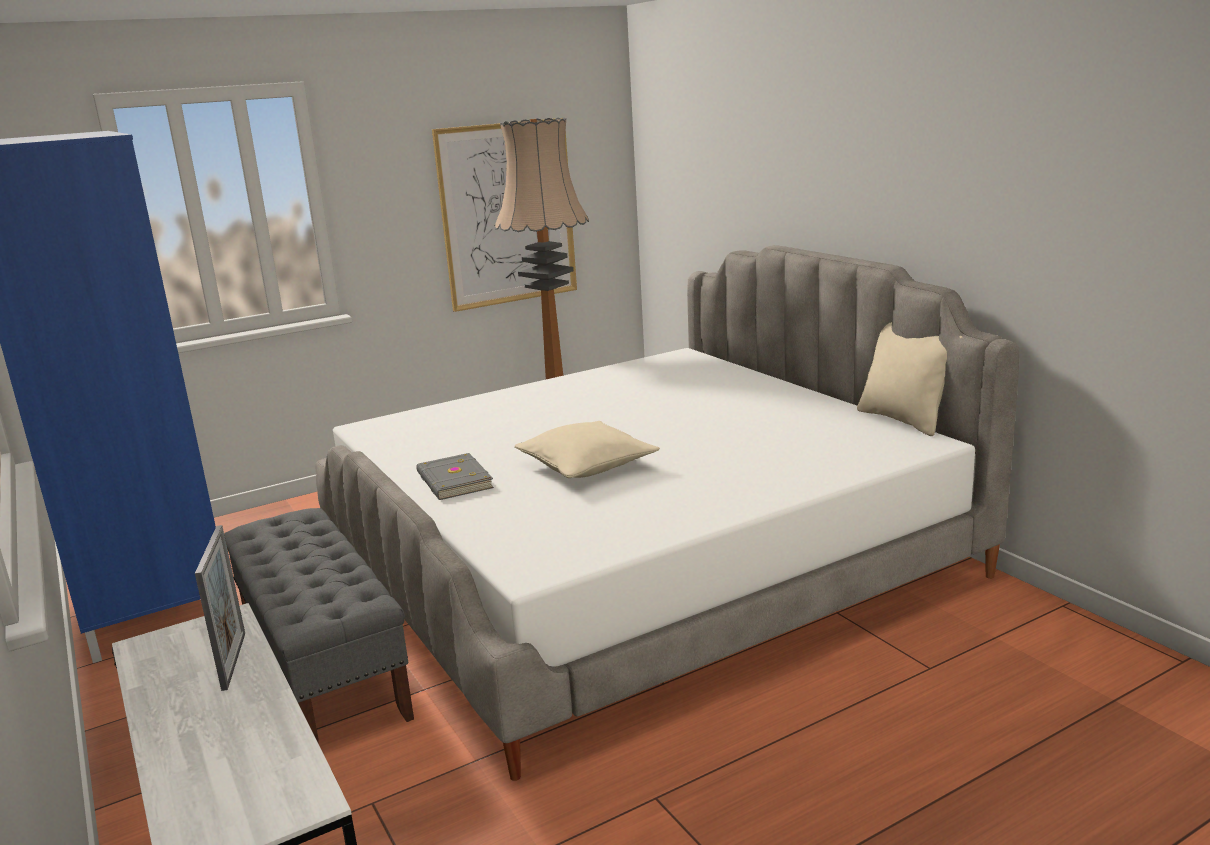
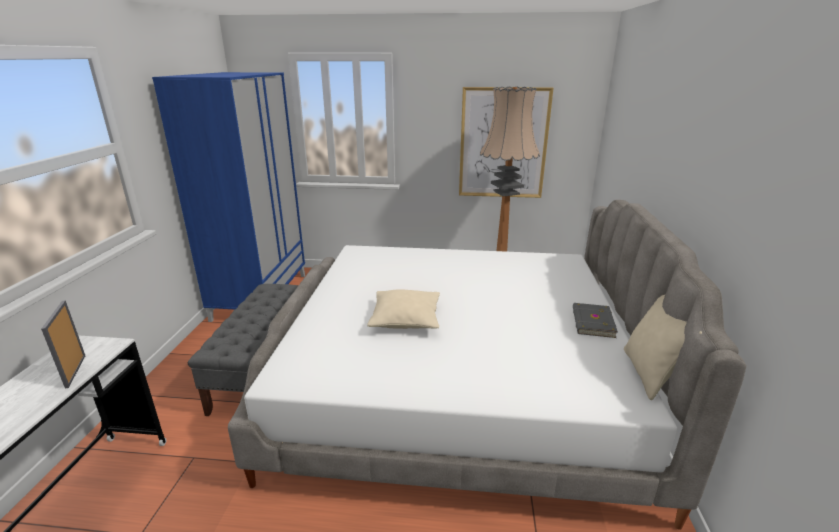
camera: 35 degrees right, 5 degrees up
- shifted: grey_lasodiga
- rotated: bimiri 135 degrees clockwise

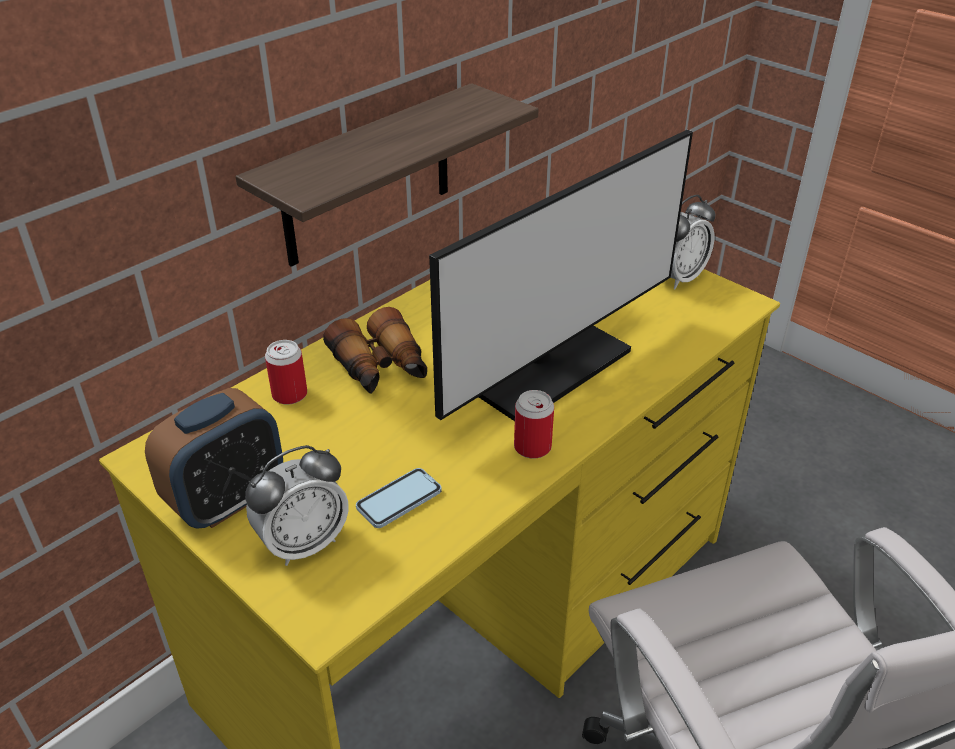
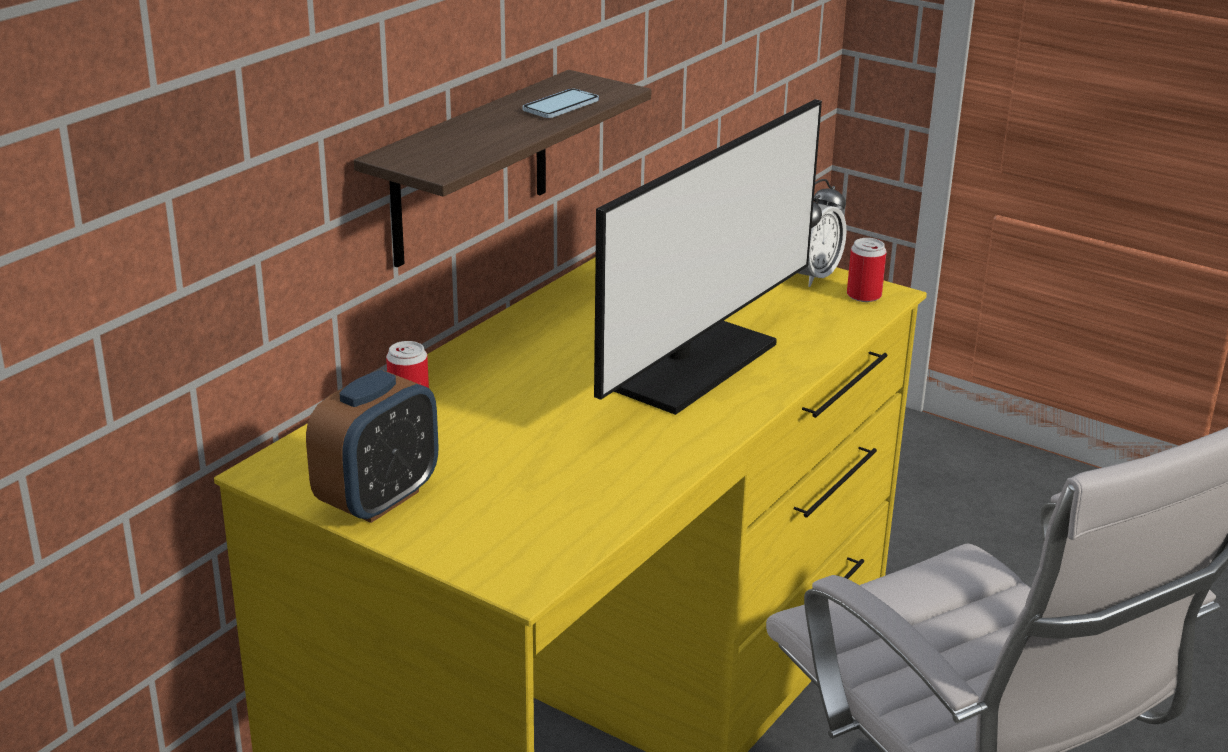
camera: 10 degrees left, 10 degrees down
- gone: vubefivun
- shifted: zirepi (no. 2 from left)
- gone: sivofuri (no. 2 from left)
- shifted: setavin

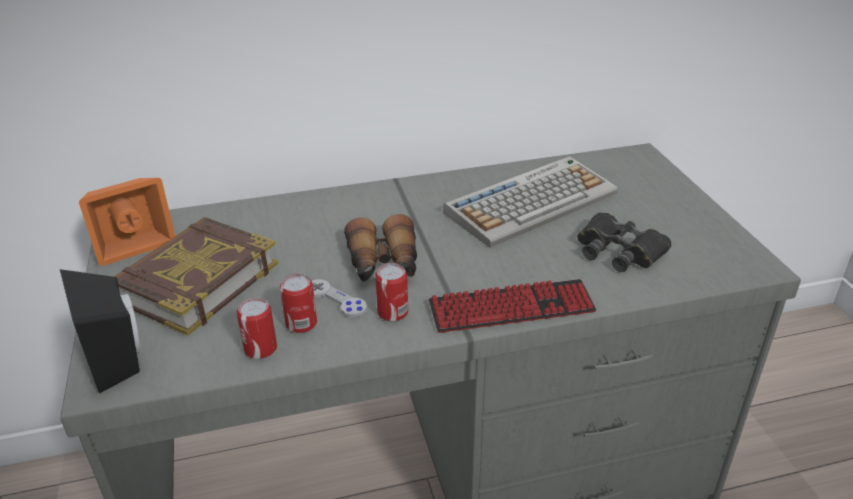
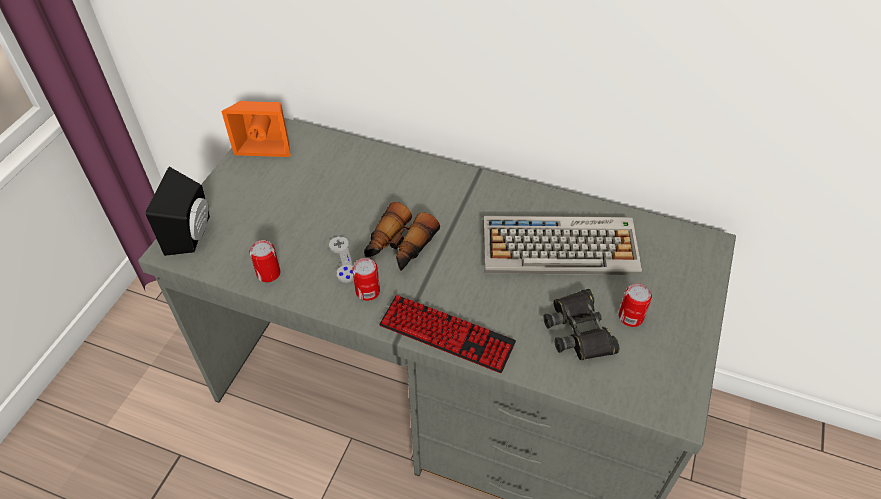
camera: 35 degrees right, 15 degrees up
- gone: lasodiga
- shifted: zirepi (no. 2 from left in the first image) to zirepi (no. 3 from left)

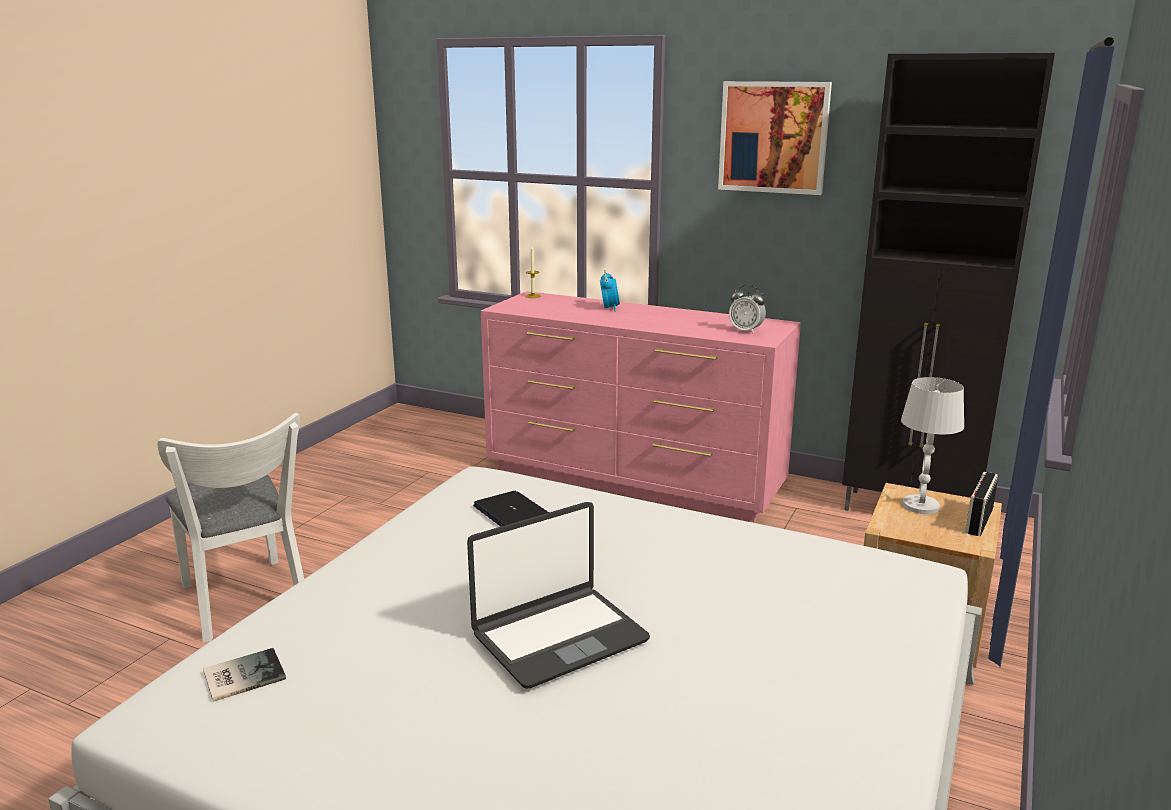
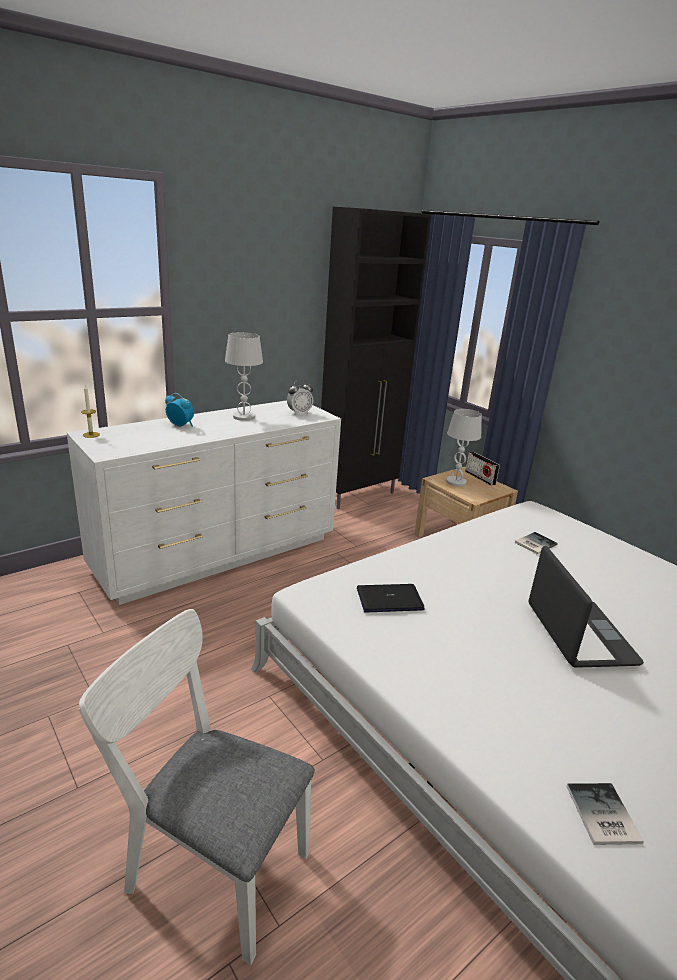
camera: 65 degrees left, 5 degrees up
- gone: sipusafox
- repainted: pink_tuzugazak to white_tuzugazak
- rotated: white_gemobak 150 degrees counterclockwise
- new: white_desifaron (no. 1 from left)
- new: lasodiga (no. 1 from left)

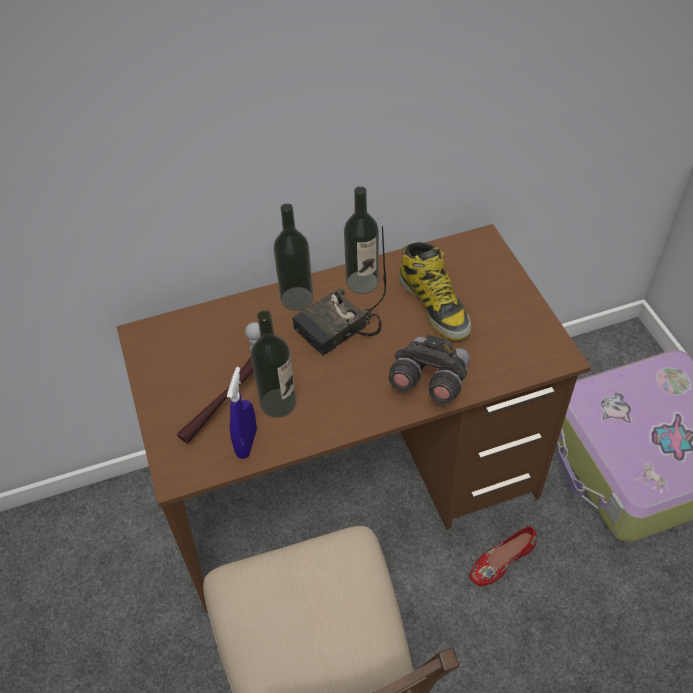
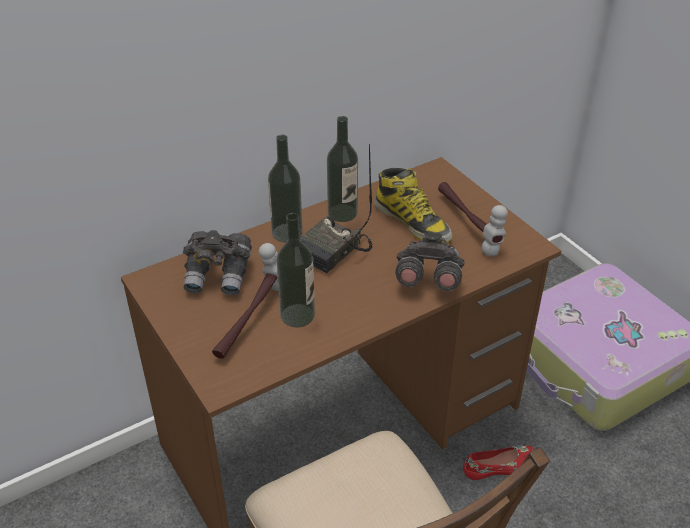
camera: 15 degrees left, 10 degrees down
- gone: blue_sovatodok
- rotated: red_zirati 150 degrees counterclockwise
- new: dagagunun (no. 2 from left)
- new: grey_vubefivun (no. 1 from left)

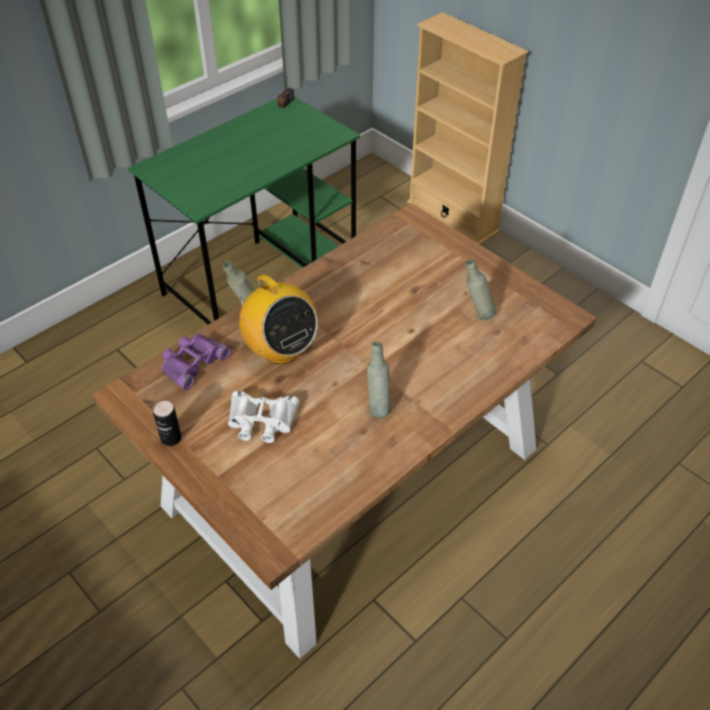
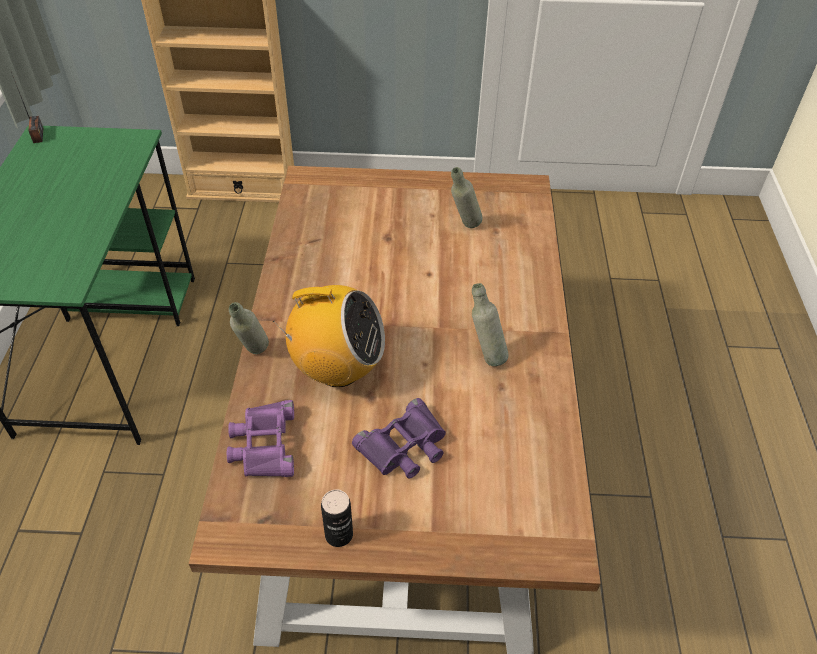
camera: 45 degrees left, 0 degrees up
- repainted: white_vubefivun to purple_vubefivun (no. 2 from left)

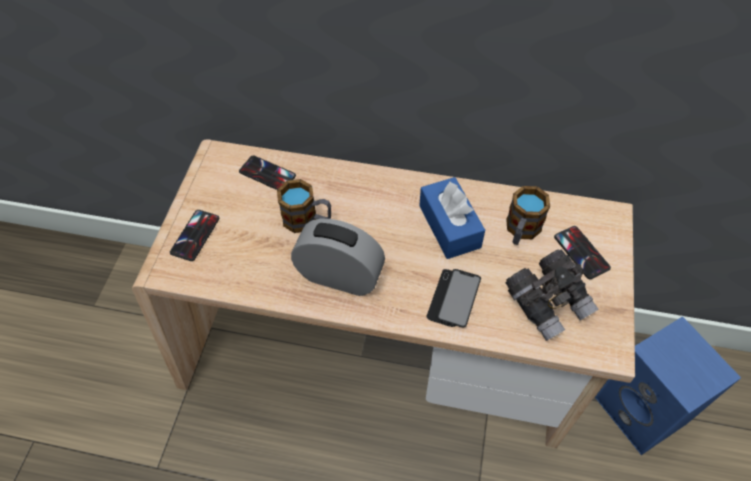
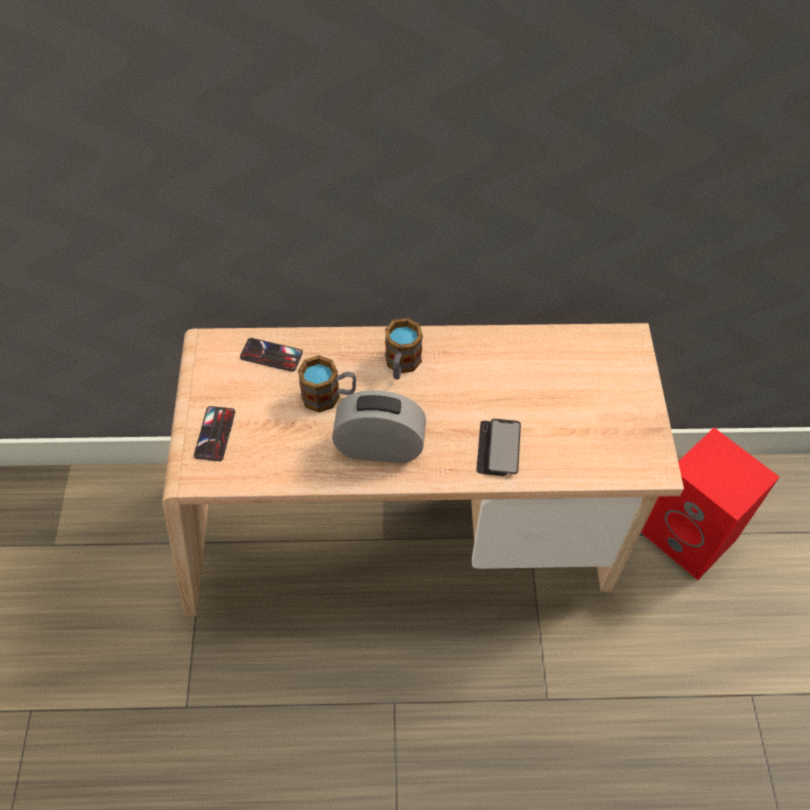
camera: 15 degrees left, 0 degrees up
- gone: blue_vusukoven
- shifted: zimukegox (no. 2 from left)
- gone: setavin (no. 4 from left)
- gone: grey_vubefivun
- repainted: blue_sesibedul to red_sesibedul

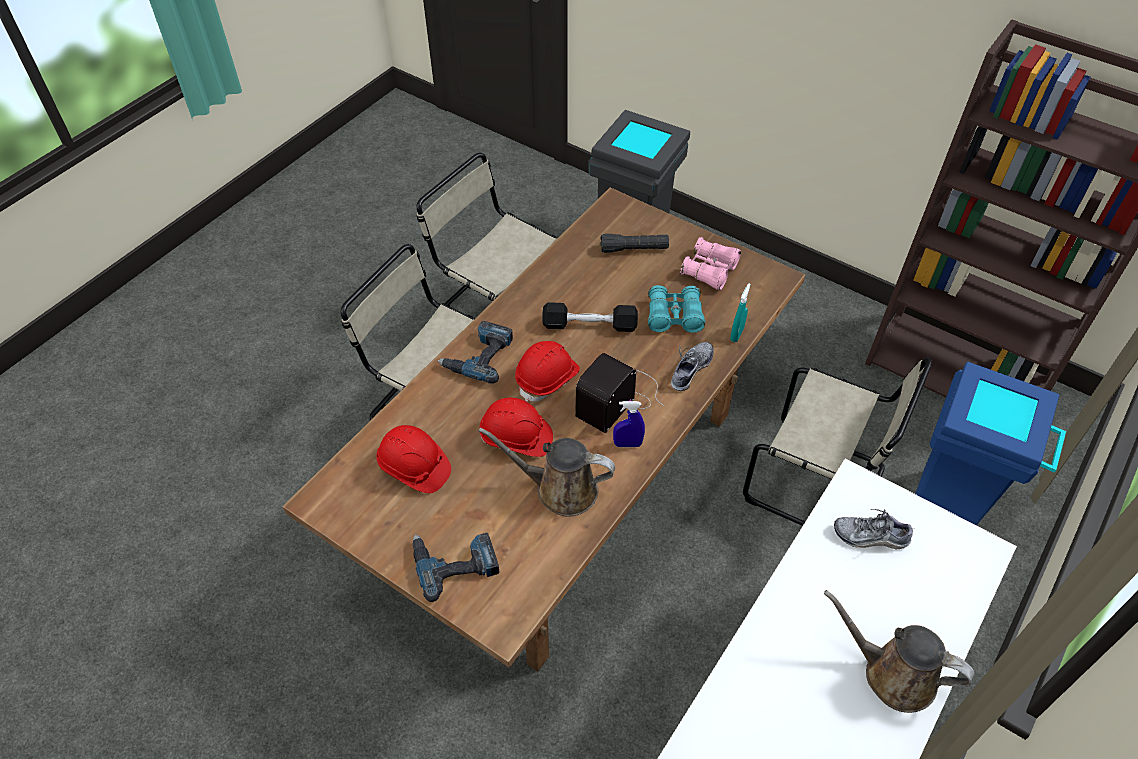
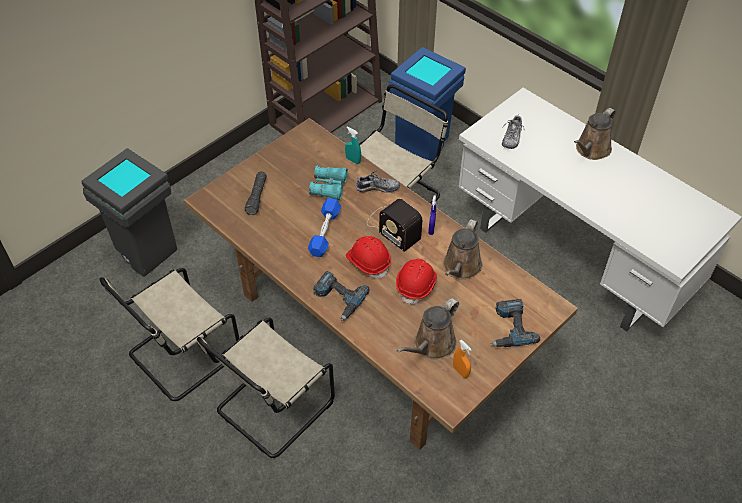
camera: 80 degrees left, 0 degrees up
- gone: pink_vubefivun
- repainted: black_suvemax to blue_suvemax
- rotated: zirati (no. 1 from left) 135 degrees clockwise
- swapped: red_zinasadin (no. 1 from left) to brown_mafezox (no. 1 from left)
- new: orange_sovatodok

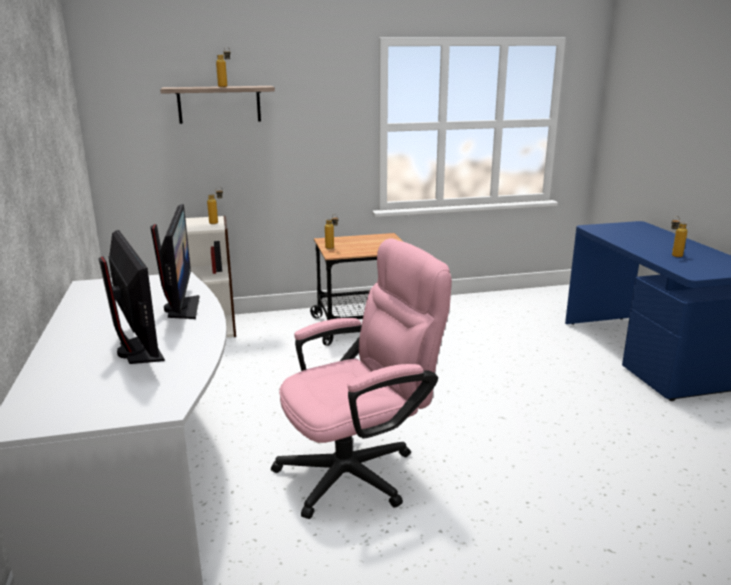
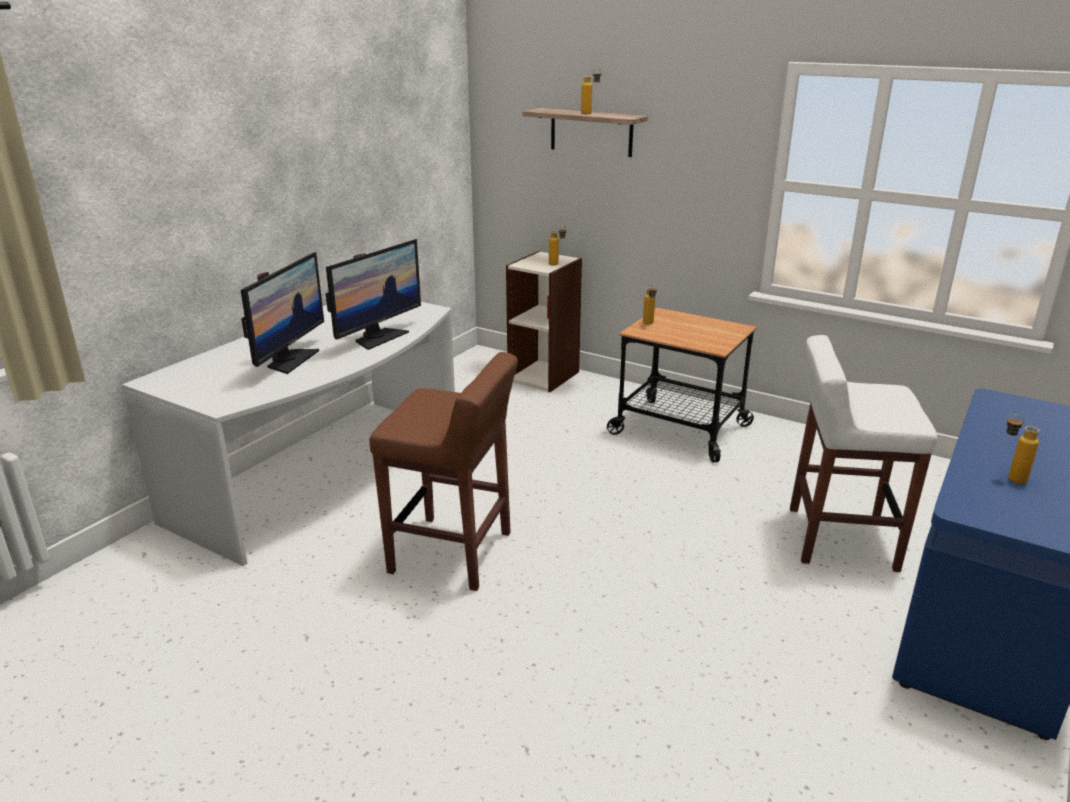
camera: 45 degrees right, 5 degrees up
- swapped: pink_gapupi to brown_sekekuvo
- new: white_sekekuvo

